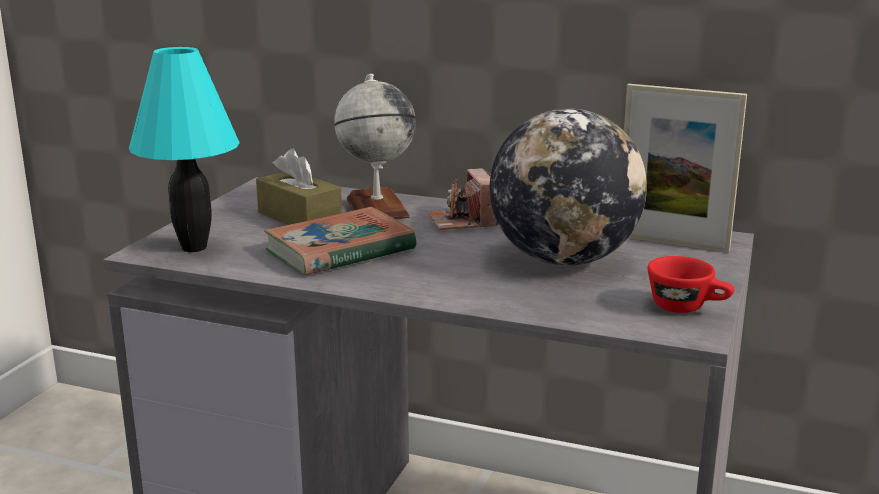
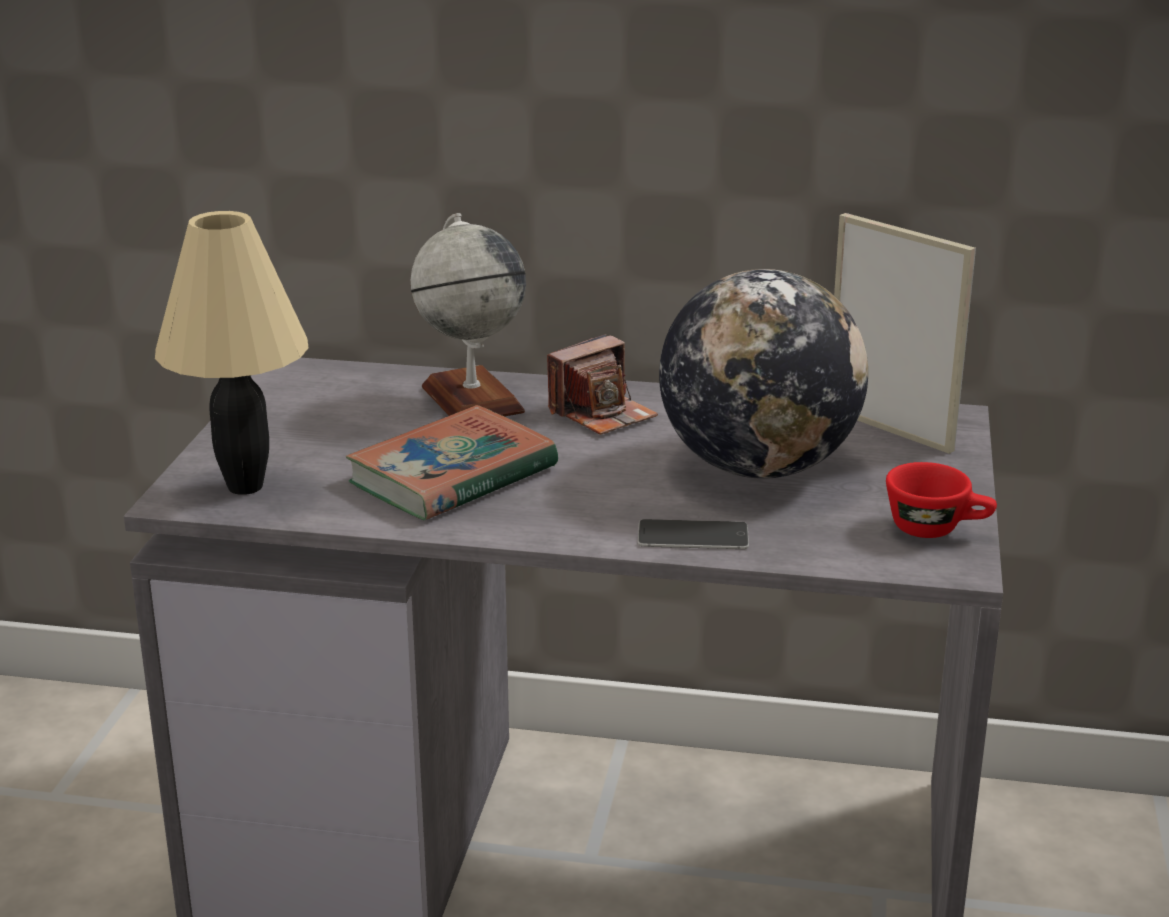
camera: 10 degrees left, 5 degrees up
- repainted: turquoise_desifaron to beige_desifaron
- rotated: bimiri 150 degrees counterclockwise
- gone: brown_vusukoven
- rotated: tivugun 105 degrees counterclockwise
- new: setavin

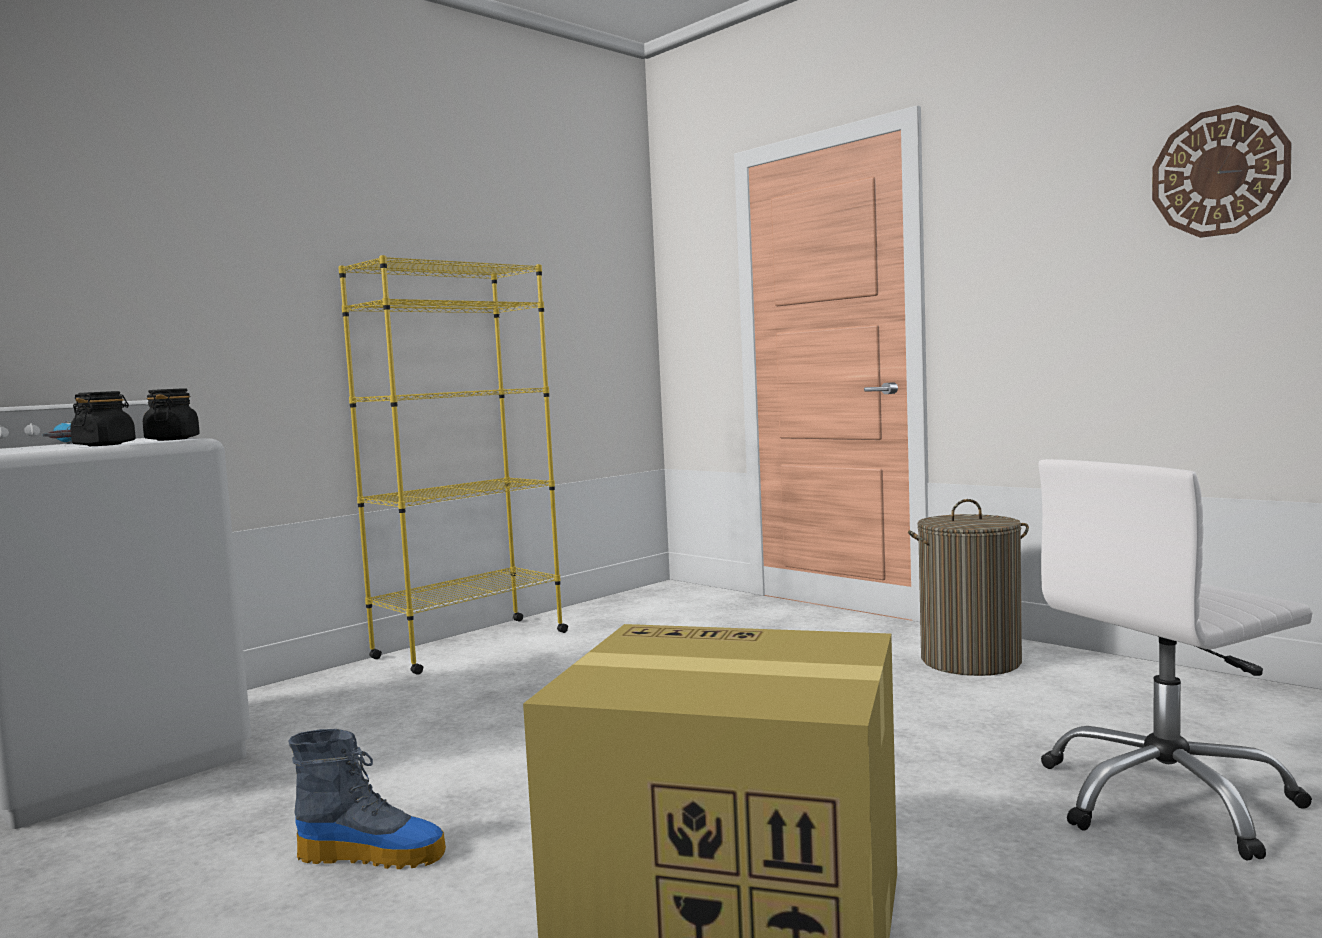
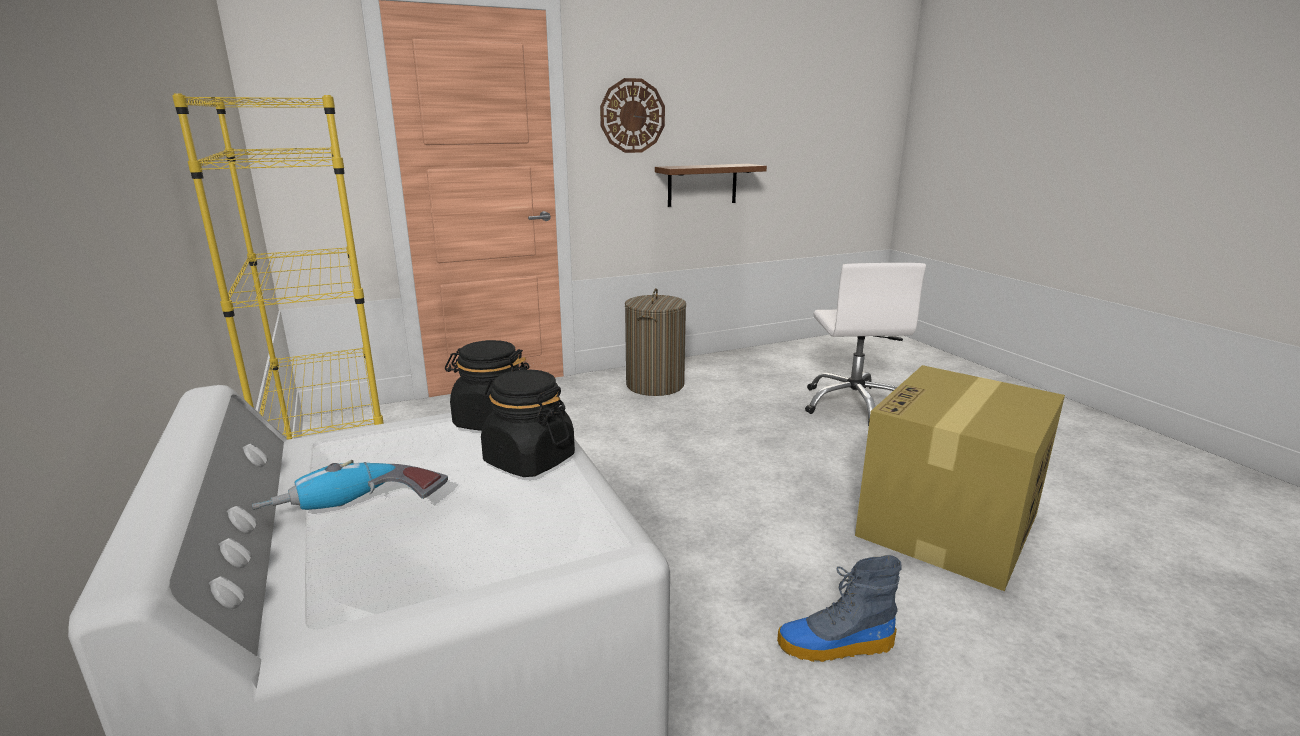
camera: 70 degrees left, 15 degrees up
- shifted: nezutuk
- rotated: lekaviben 120 degrees counterclockwise
- new: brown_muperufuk

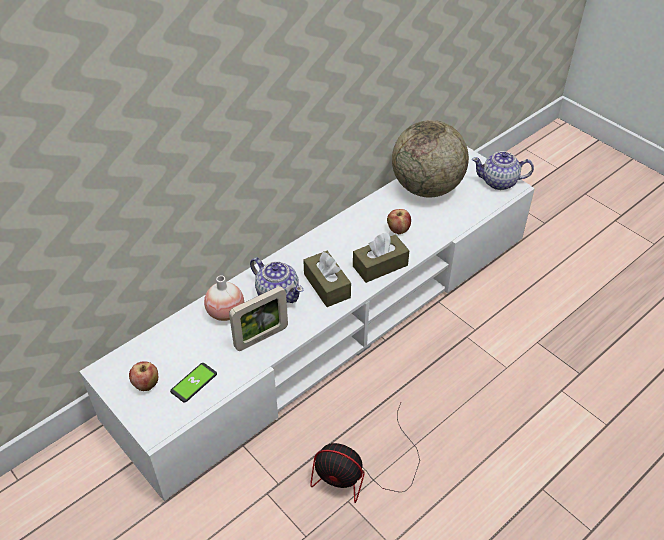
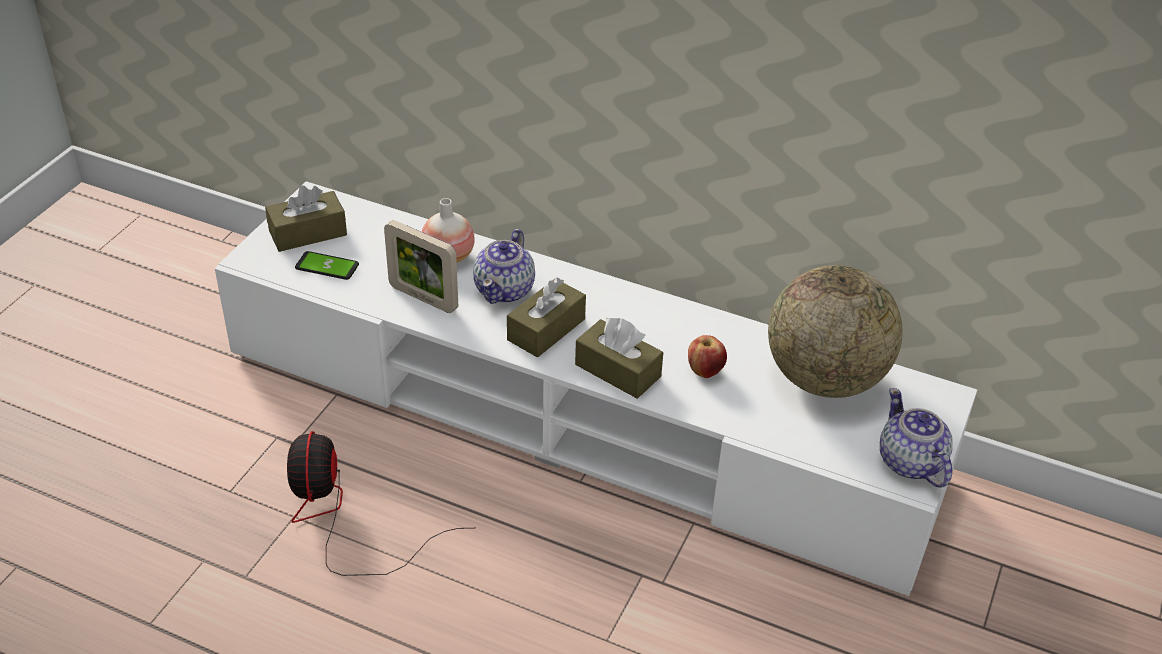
camera: 65 degrees right, 5 degrees down
- swapped: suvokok (no. 1 from left) to brown_vusukoven (no. 1 from left)

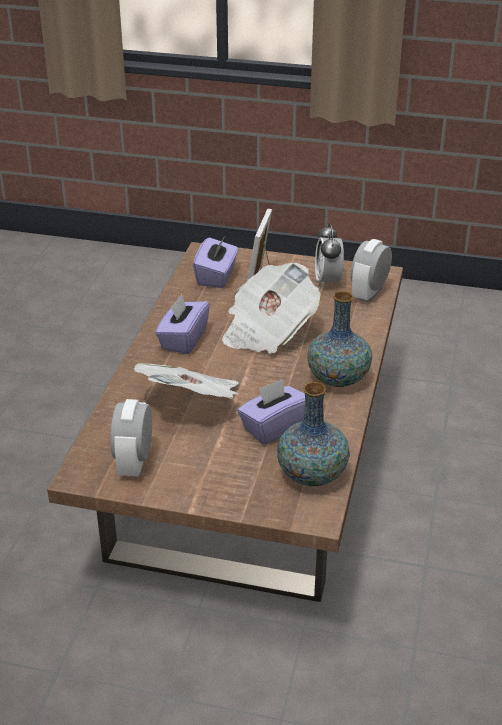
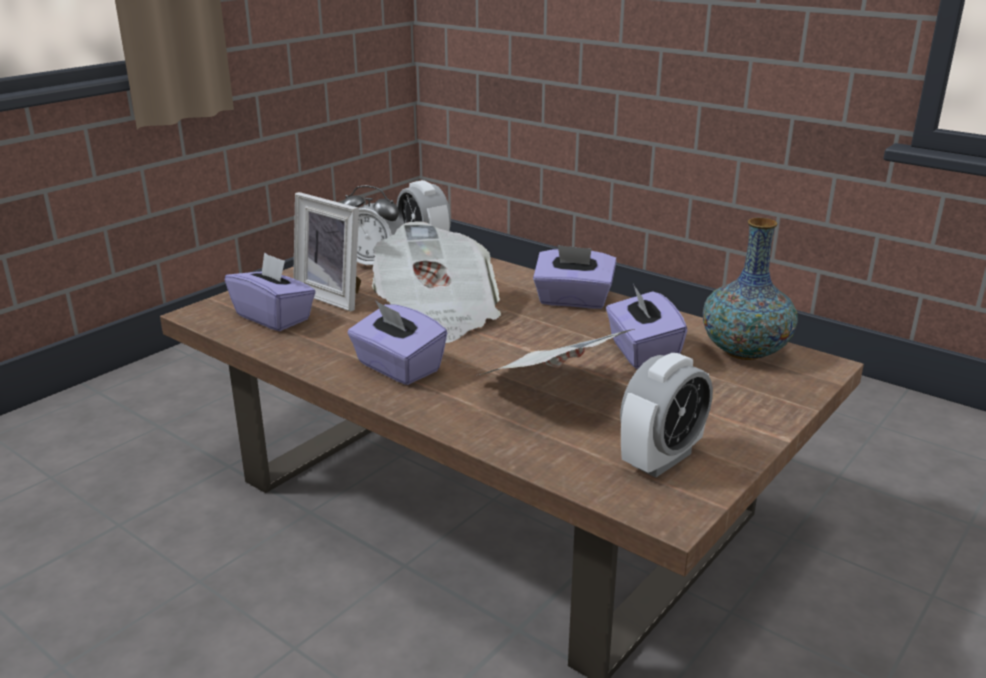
camera: 65 degrees left, 10 degrees down
- swapped: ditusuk (no. 2 from left) to purple_vusukoven (no. 3 from left)
- rotated: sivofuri (no. 1 from left in the first image) 75 degrees counterclockwise

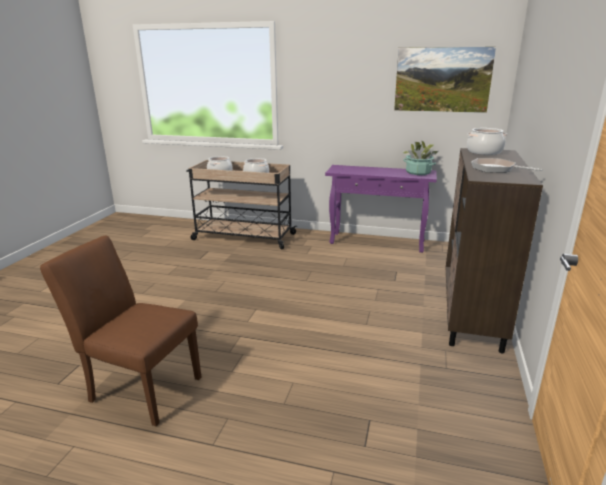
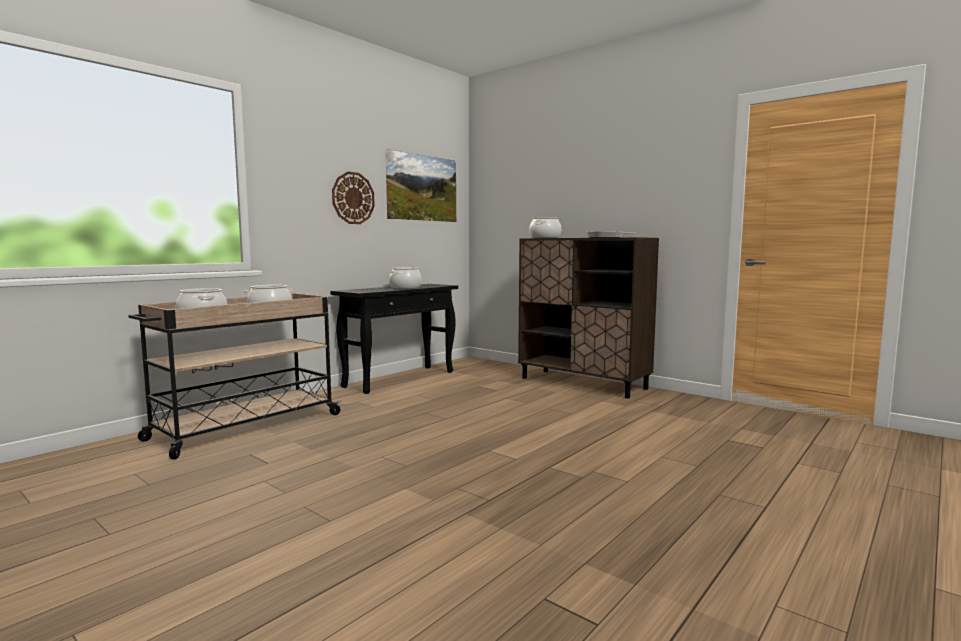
camera: 65 degrees left, 15 degrees down
- gone: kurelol
- repainted: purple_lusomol to black_lusomol
- gone: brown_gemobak
- new: nezutuk
- new: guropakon (no. 3 from left)

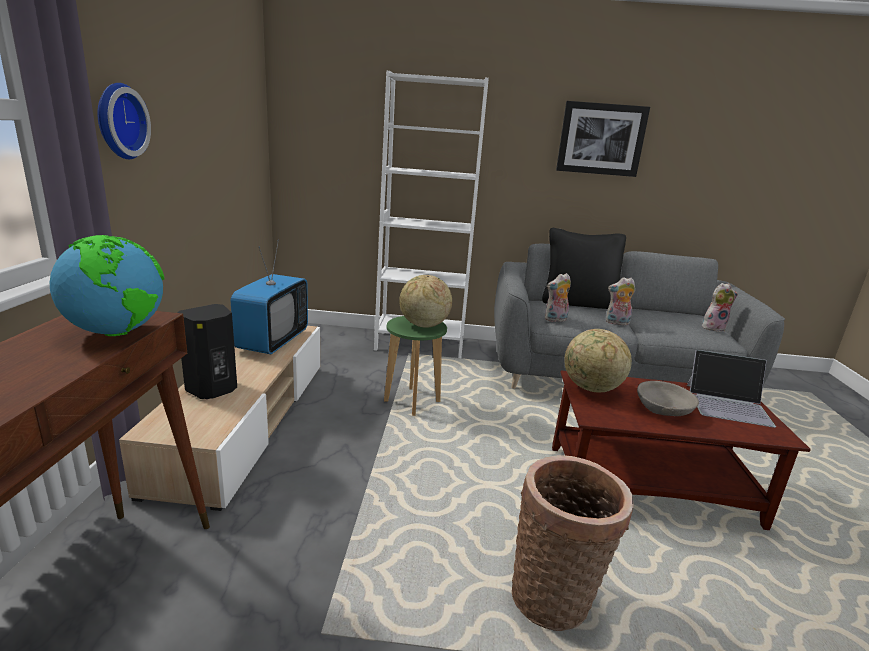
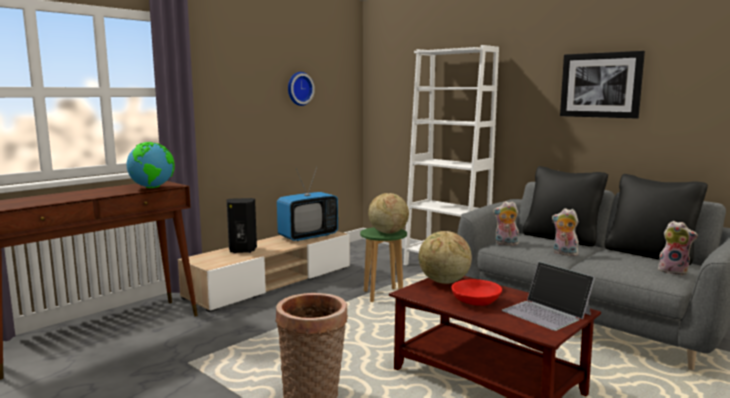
camera: 40 degrees right, 10 degrees down
- shifted: nezutuk
- repainted: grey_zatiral to red_zatiral
- new: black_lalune (no. 2 from left)

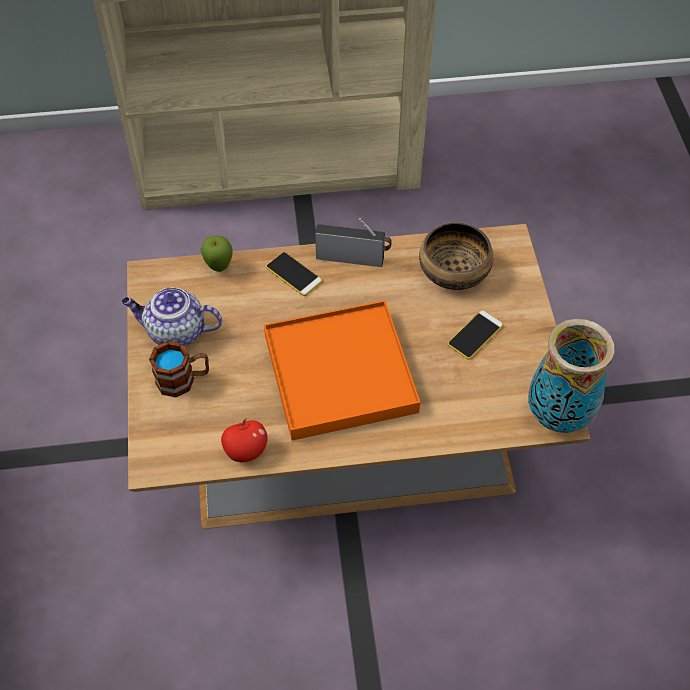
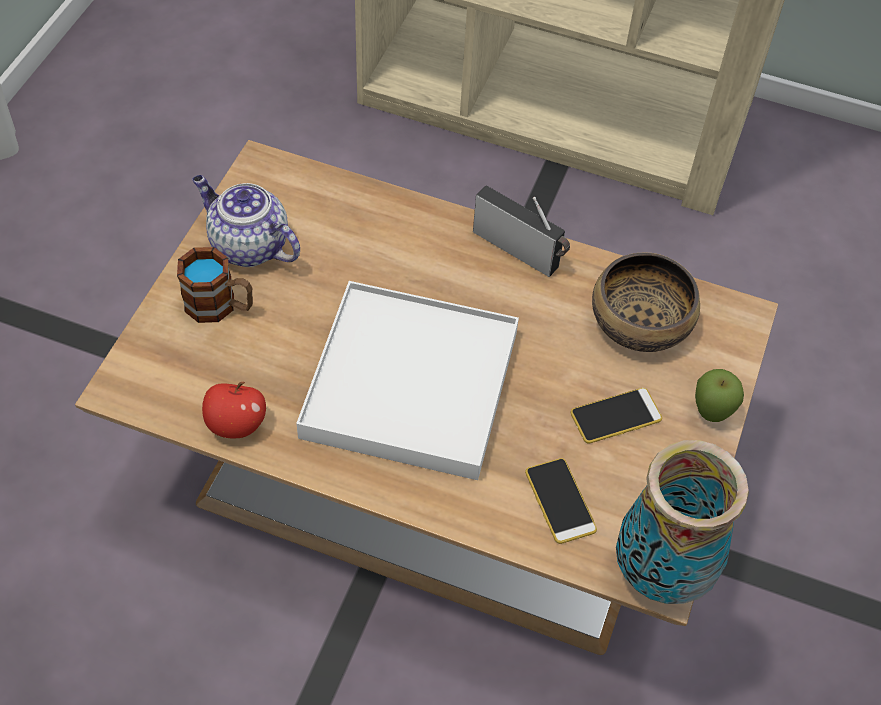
camera: 25 degrees right, 0 degrees up
- shifted: suvokok (no. 1 from left in the first image) to suvokok (no. 2 from left)
- shifted: setavin (no. 1 from left)
- repainted: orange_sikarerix to white_sikarerix

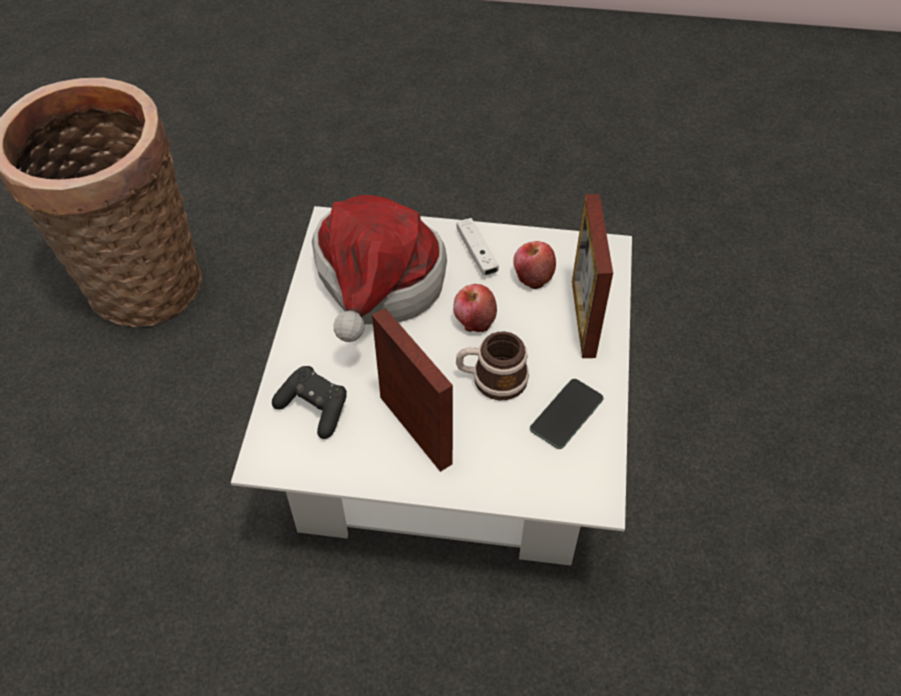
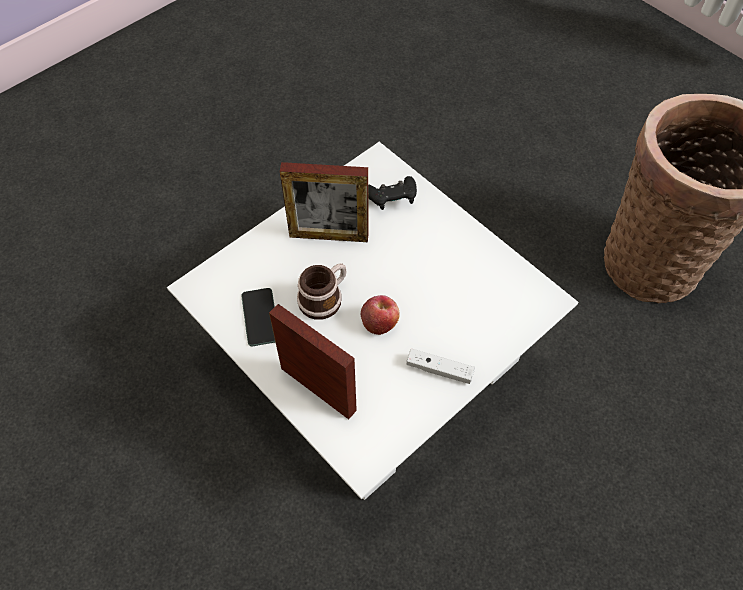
camera: 130 degrees right, 5 degrees up
- gone: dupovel
- gone: suvokok (no. 2 from left)

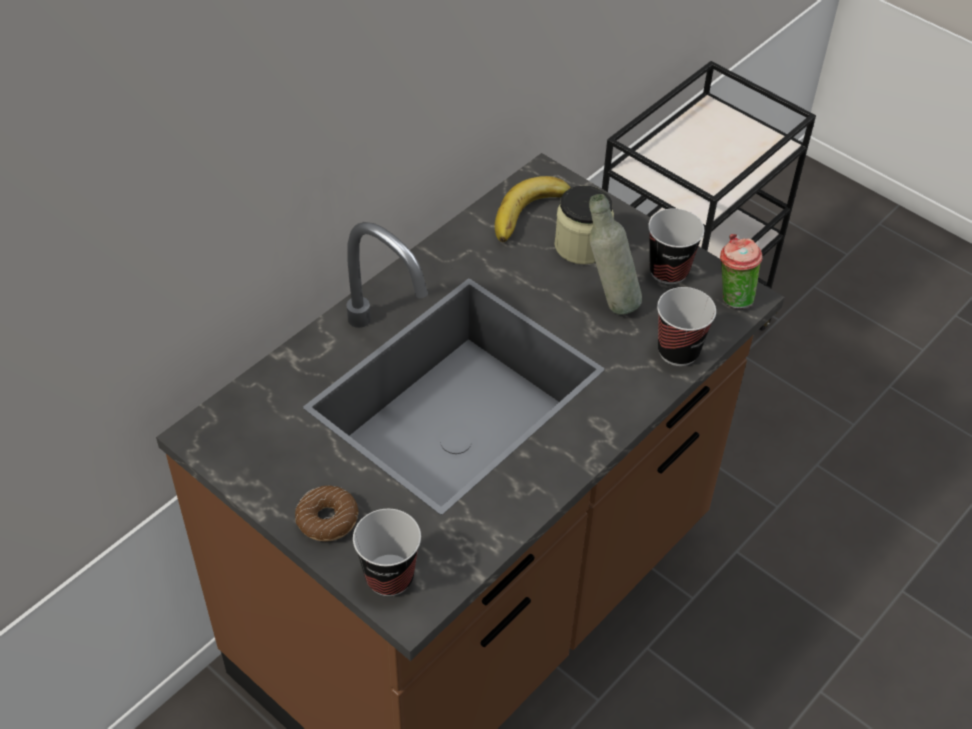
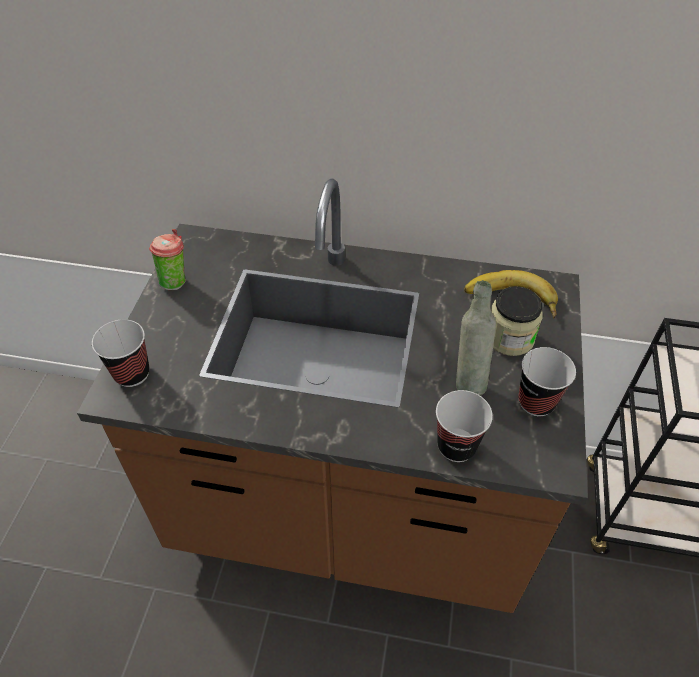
camera: 60 degrees right, 0 degrees up
- shifted: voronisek (no. 4 from left in the first image) to voronisek (no. 2 from left)
- gone: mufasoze

